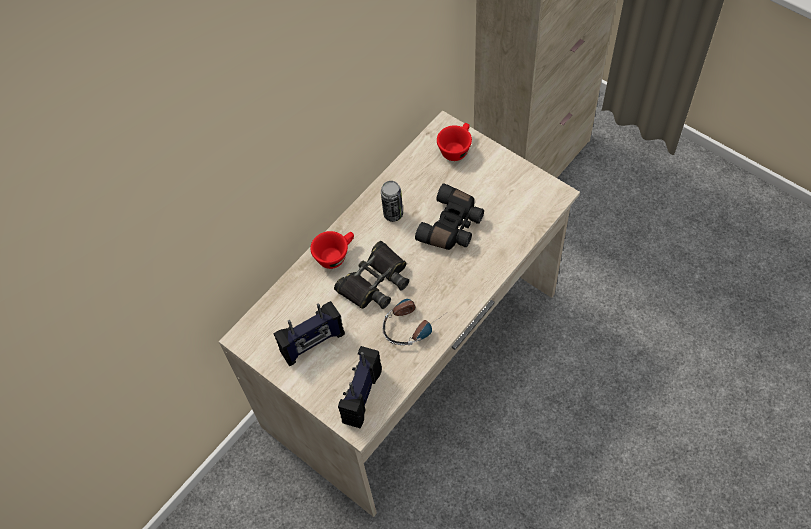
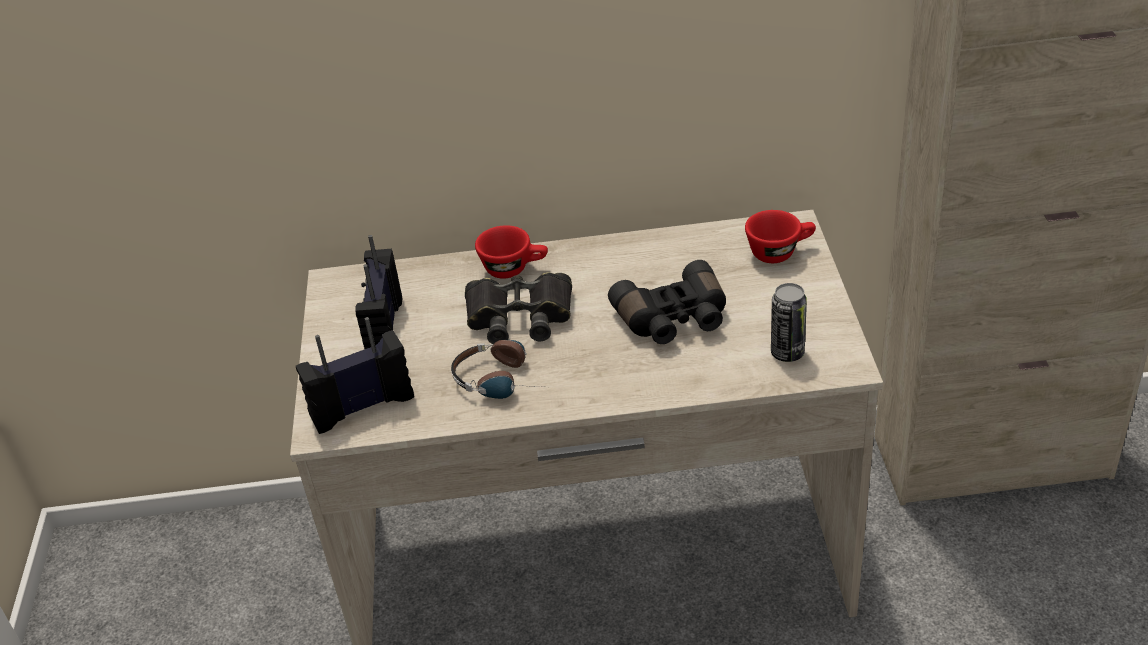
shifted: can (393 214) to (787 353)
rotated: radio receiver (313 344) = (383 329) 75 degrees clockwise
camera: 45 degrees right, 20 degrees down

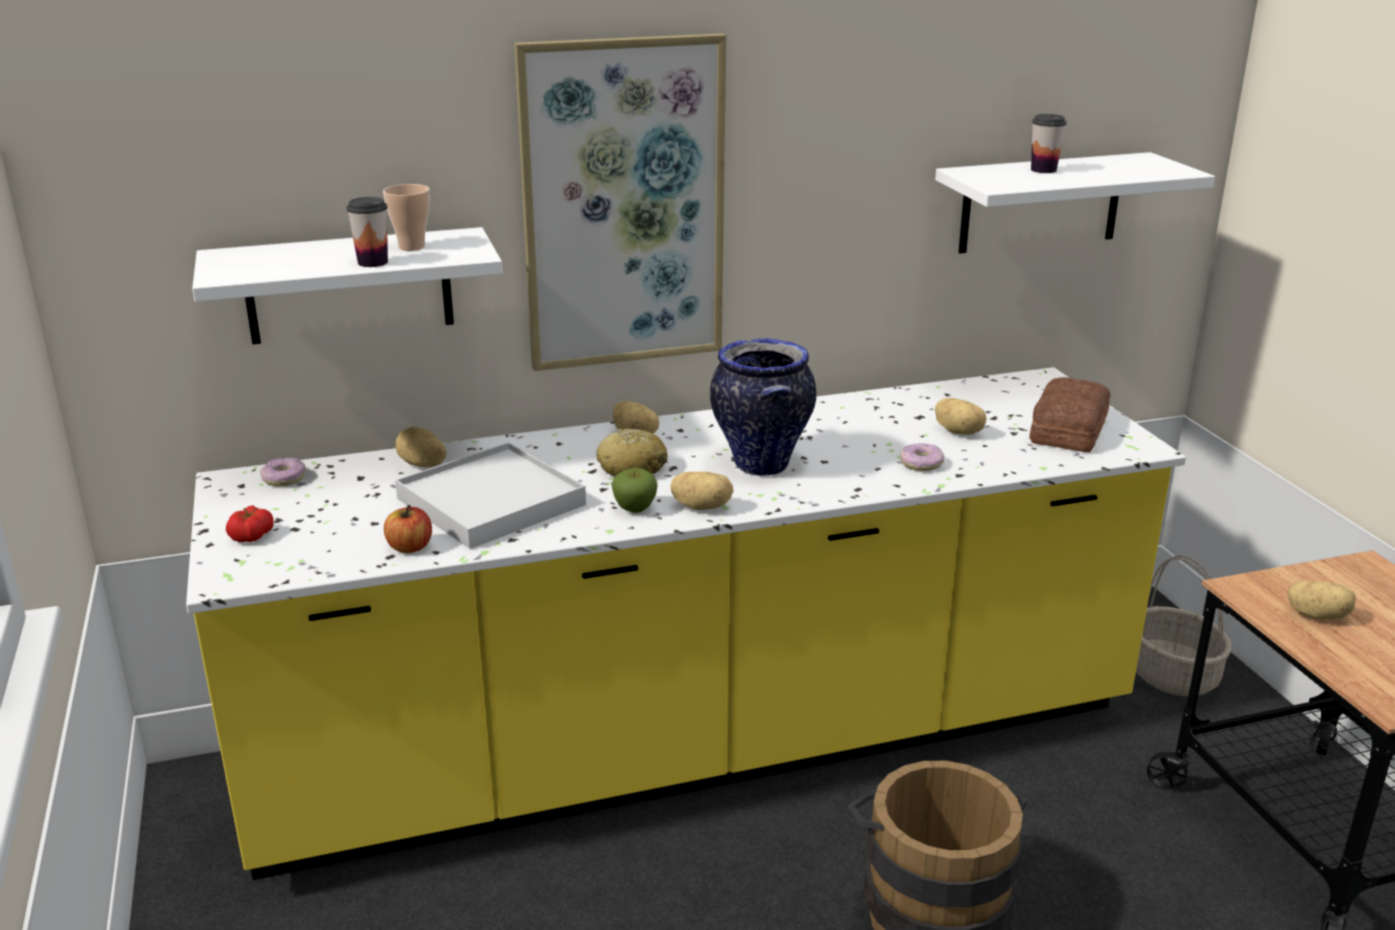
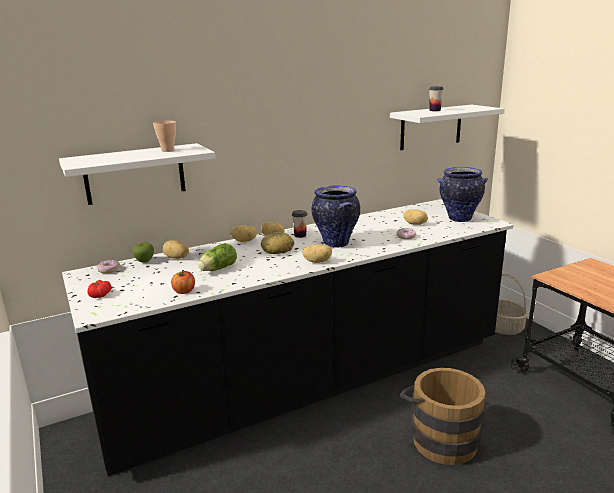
gone: picture (623 205)
shifted: cup (373 262) to (300 235); whole apple (635 509) to (144 261); spud (1317 615) to (244 241)
swapped: tray/white-coloured (491 502) to lettuce (217 269); baked bread (1066 428) to vase (459 219)
repainted: counter/yellow (697 743) to counter/blackish (310 381)
camera: 10 degrees left, 5 degrees down

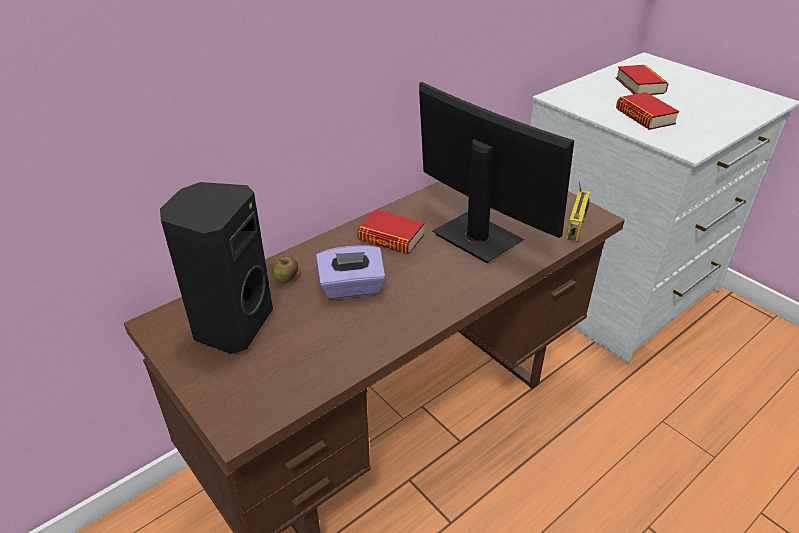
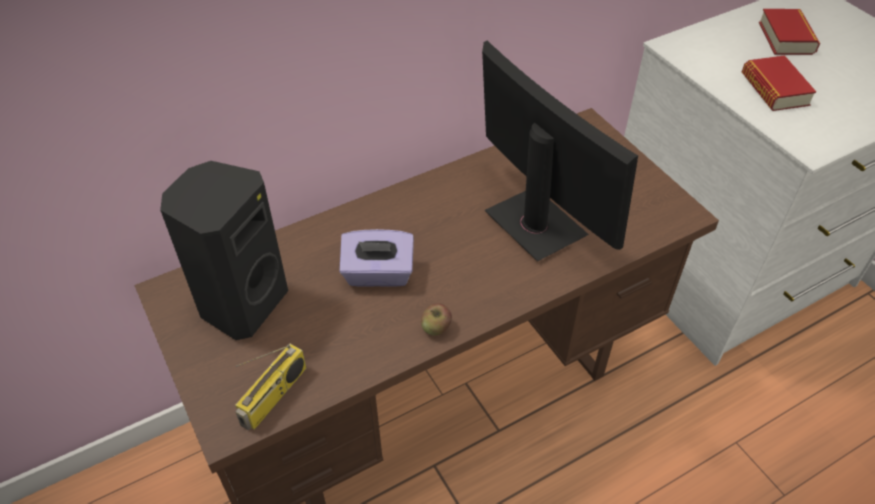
gone: bound book (391 238)
shifted: whole apple (286 278) to (436 328); radio receiver (576 225) to (274 396)
camera: 10 degrees right, 10 degrees up

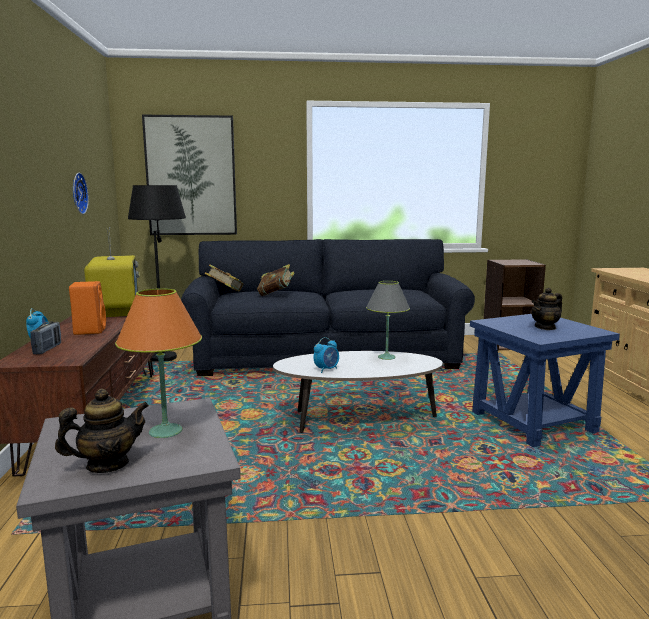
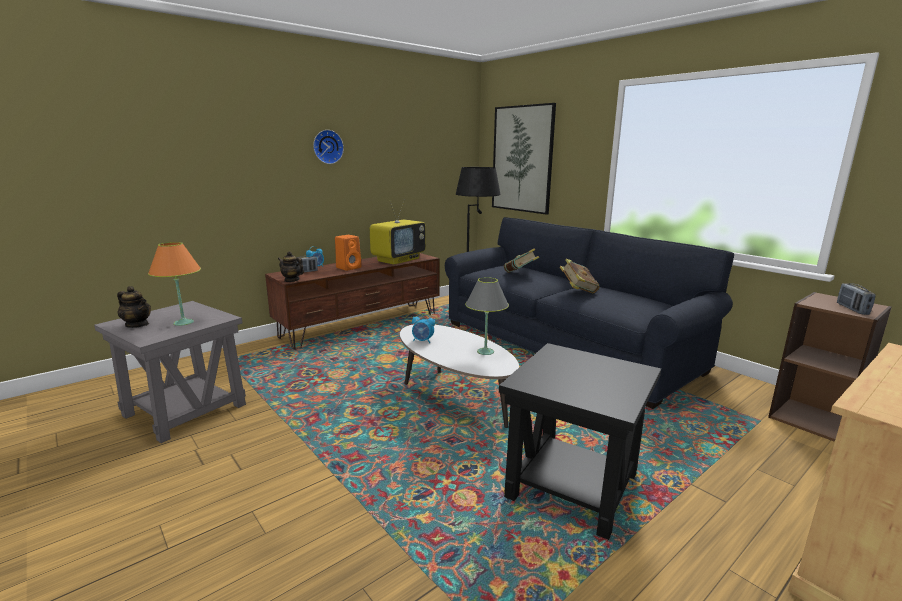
new: radio receiver (852 309)
shifted: clock on the wall (77 193) to (327 147); bound book (225 292) to (578 291); pot for tea (545 327) to (292 280)
repainted: side table/blue-coloured (534 422) to side table/blackish (573 486)
camera: 55 degrees right, 5 degrees up

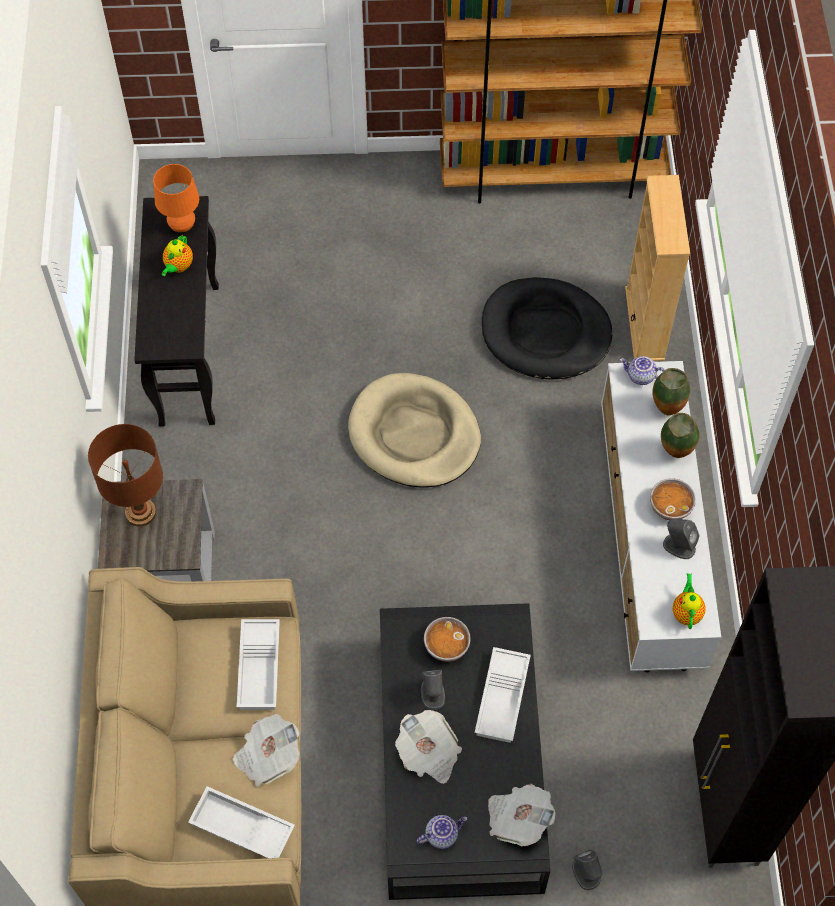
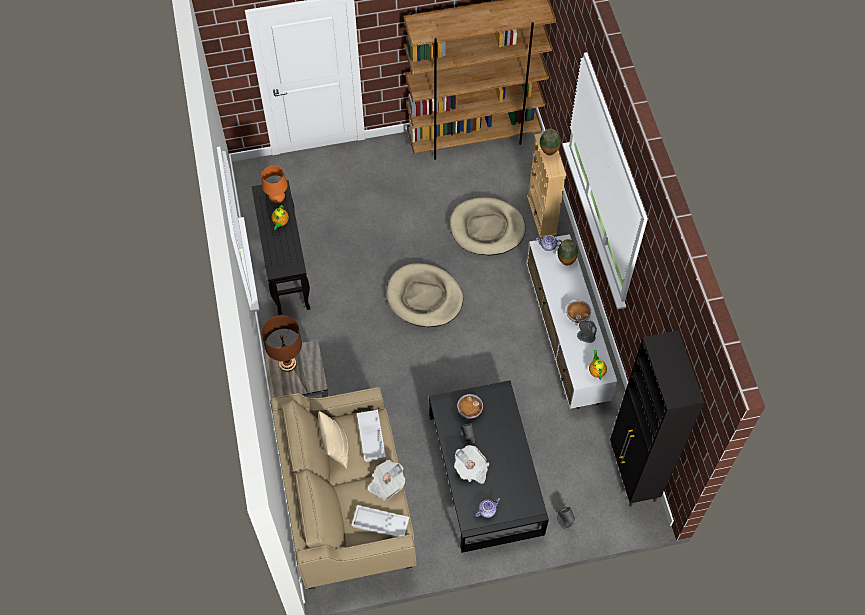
gone: tray/white-coloured (503 699); daily paper (518 819)
new: throw pillow/sand-coloured (335 447)
shifted: vase (675 453) to (548 154)
repainted: dog bed/blackish (545 332) to dog bed/sand-coloured (487 228)
camera: 10 degrees left, 0 degrees up

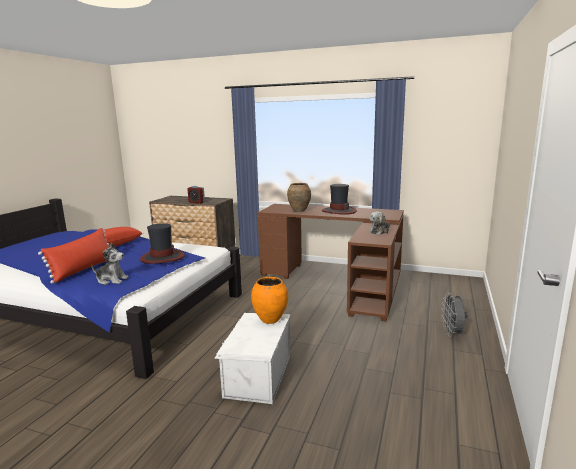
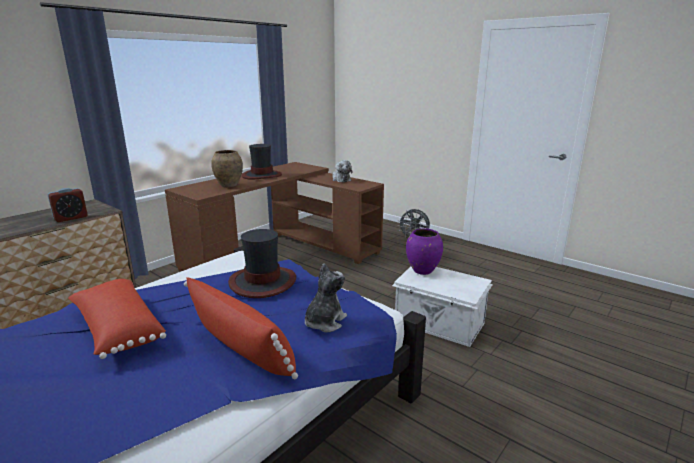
repainted: vase/orange (270 319) to vase/purplish (422 271)
camera: 70 degrees left, 5 degrees up

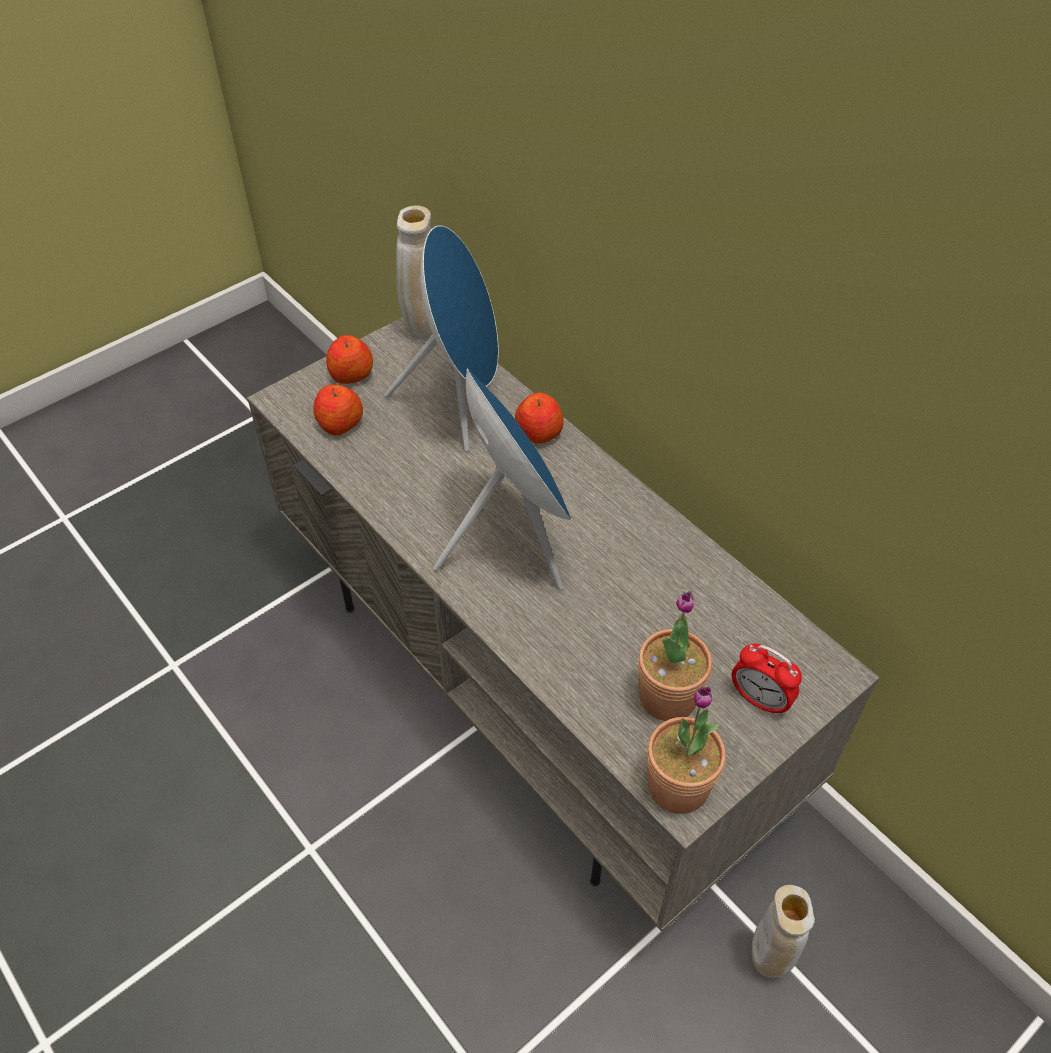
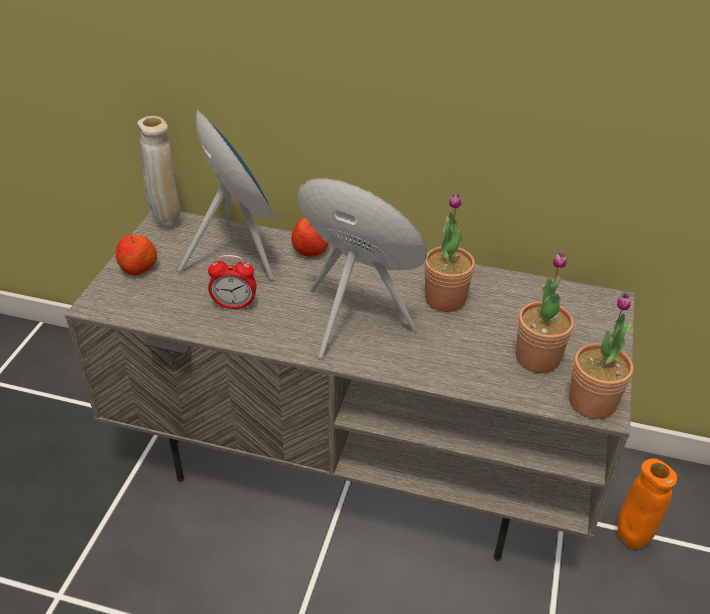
gone: whole apple (340 423)
new: houseplant (445 299)
shifted: bedside clock (759 699) to (234 305)
repainted: vase/sand-coloured (768 960) to vase/orange (631 539)
camera: 35 degrees left, 10 degrees down

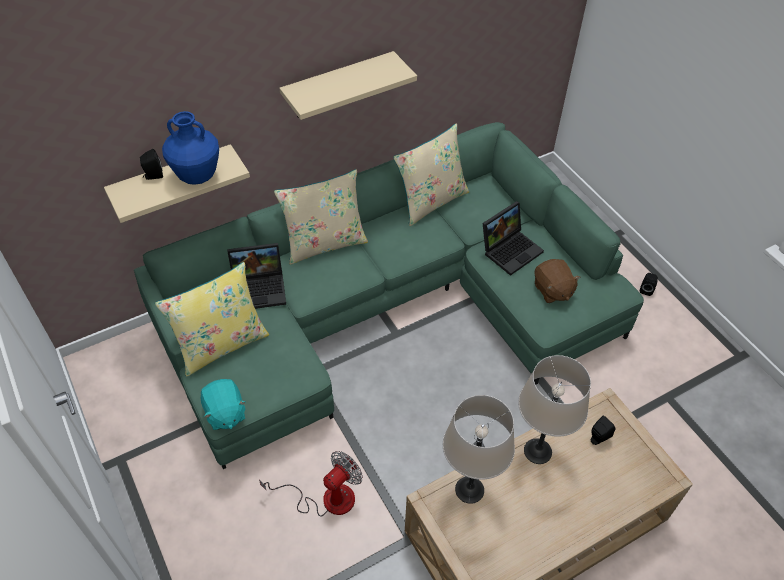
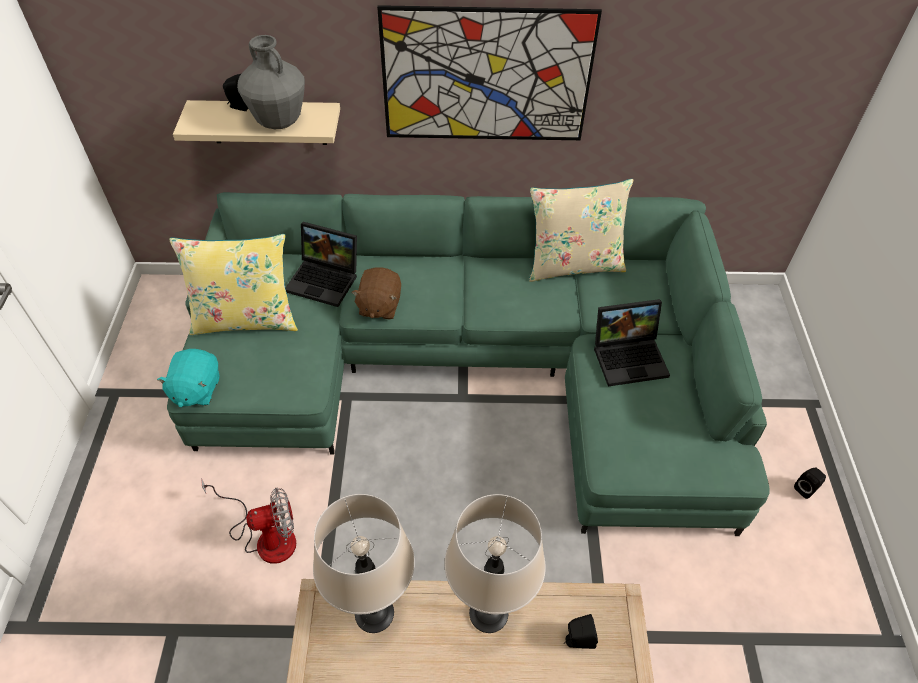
gone: throw pillow/sand-coloured (324 243)
shifted: plush toy/brown-coloured (552 290) to (379 306)
swapped: bracket shelf/sand-coloured (338 86) to picture (486 77)
repainted: vase/blue-coloured (197 176) to vase/greyish (278 122)
camera: 30 degrees right, 0 degrees up

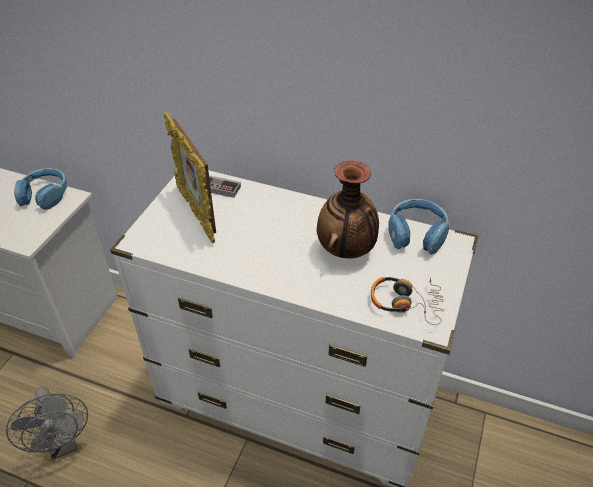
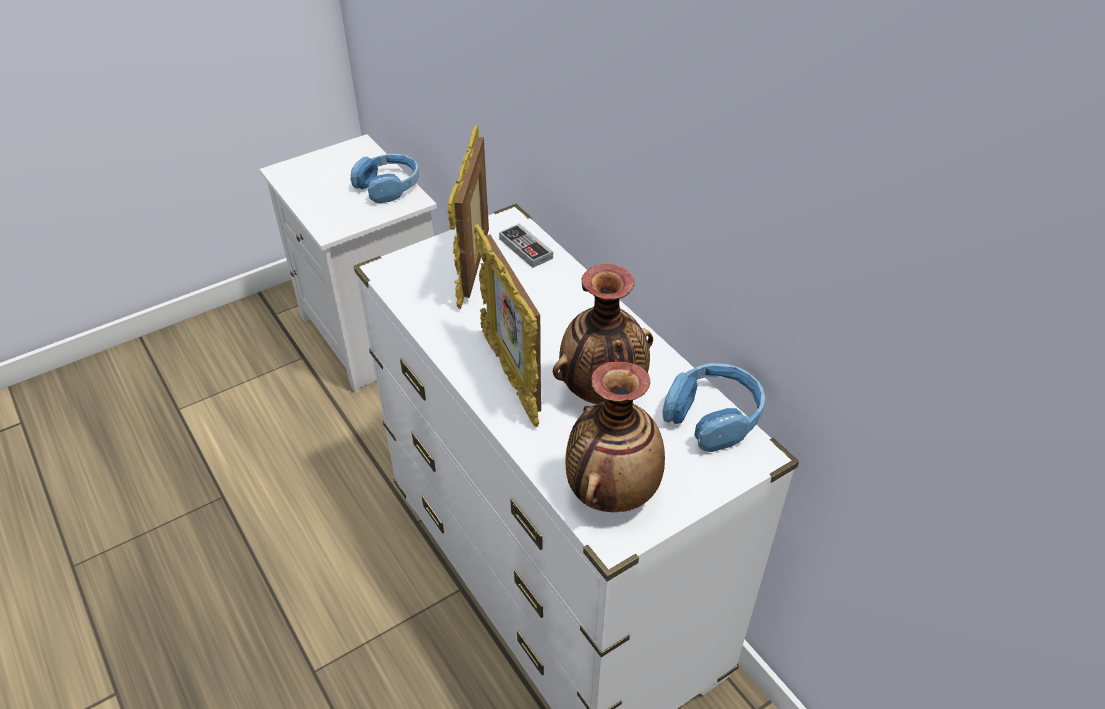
gone: electric fan/greyish (63 444)
new: standing frame (511 377)
swapped: pair of headphones (406 303) to vase (611 490)
camera: 35 degrees right, 0 degrees up

